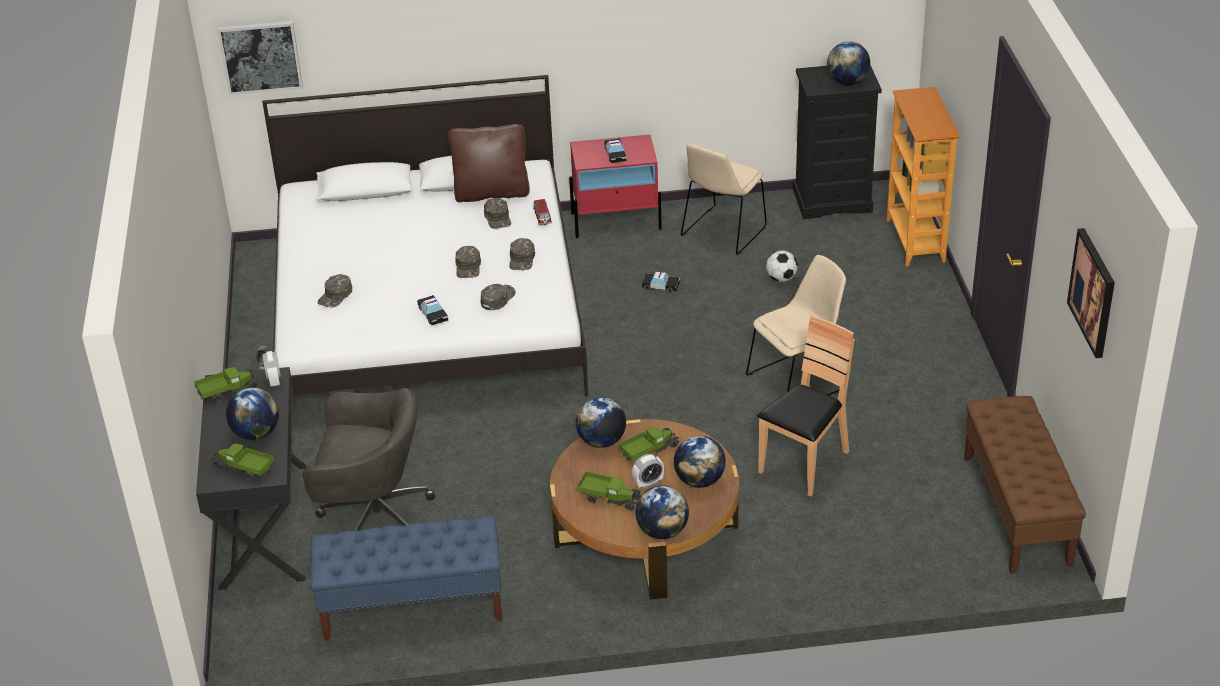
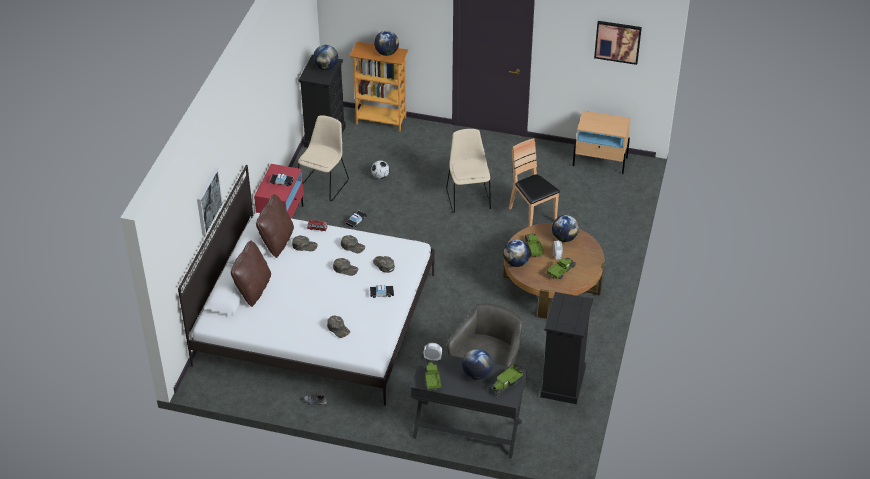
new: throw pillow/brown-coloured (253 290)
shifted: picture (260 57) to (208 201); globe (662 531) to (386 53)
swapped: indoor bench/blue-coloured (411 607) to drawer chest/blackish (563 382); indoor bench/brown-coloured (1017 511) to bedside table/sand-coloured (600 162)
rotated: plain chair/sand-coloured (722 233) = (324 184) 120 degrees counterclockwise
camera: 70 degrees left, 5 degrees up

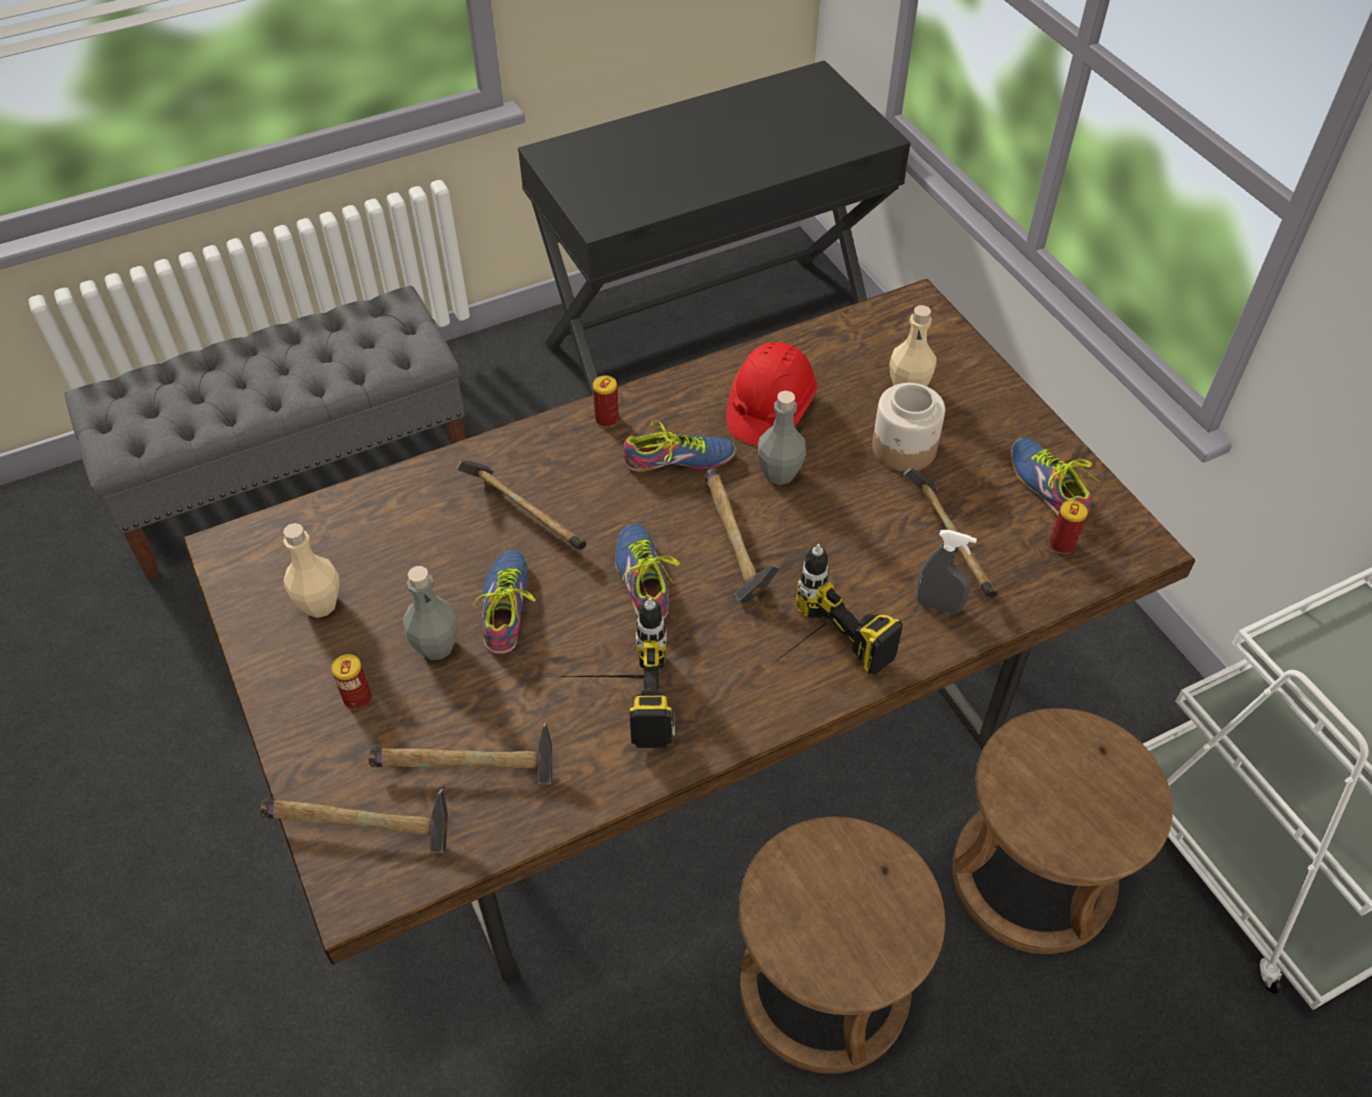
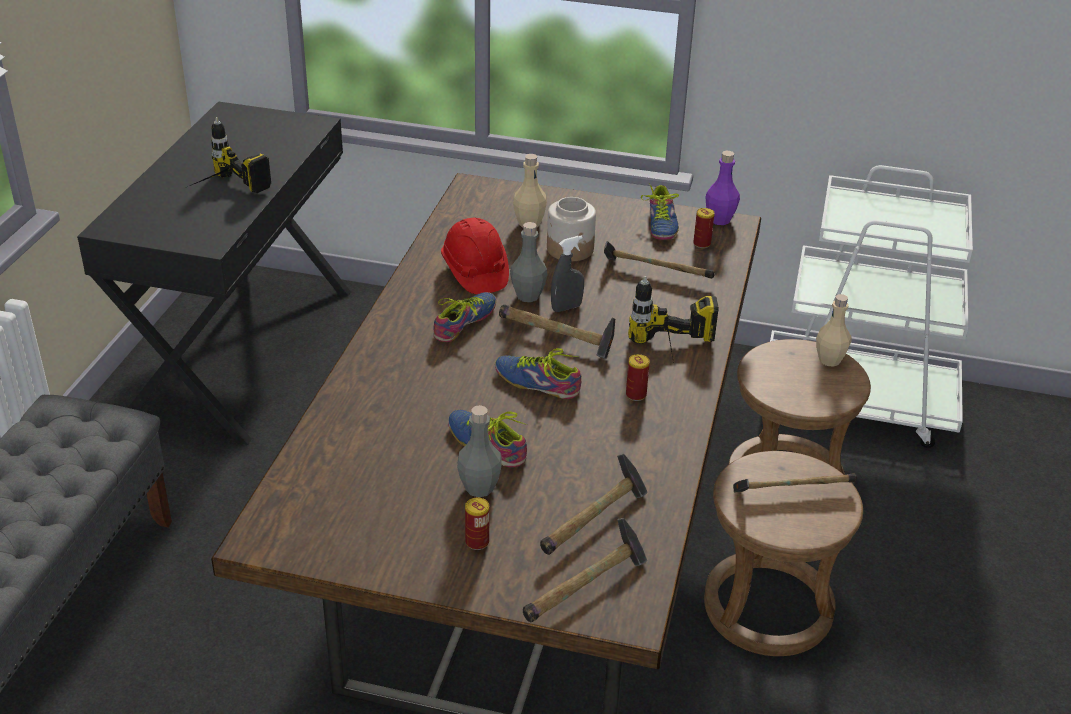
new: beverage bottle/purplish (719 220)
shifted: beverage bottle/sand-coloured (320 604) to (829 360); hammer (523 514) to (789 493); power drill (609 699) to (221 192); can (607 419) to (636 395); hand sprayer/greyish (938 605) to (566 308)
rotated: item of footwear (1050 484) = (659 224) 105 degrees counterclockwise
camera: 50 degrees left, 15 degrees down

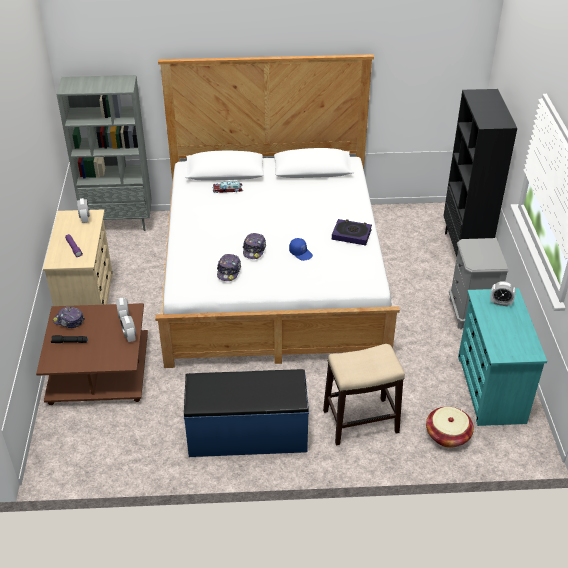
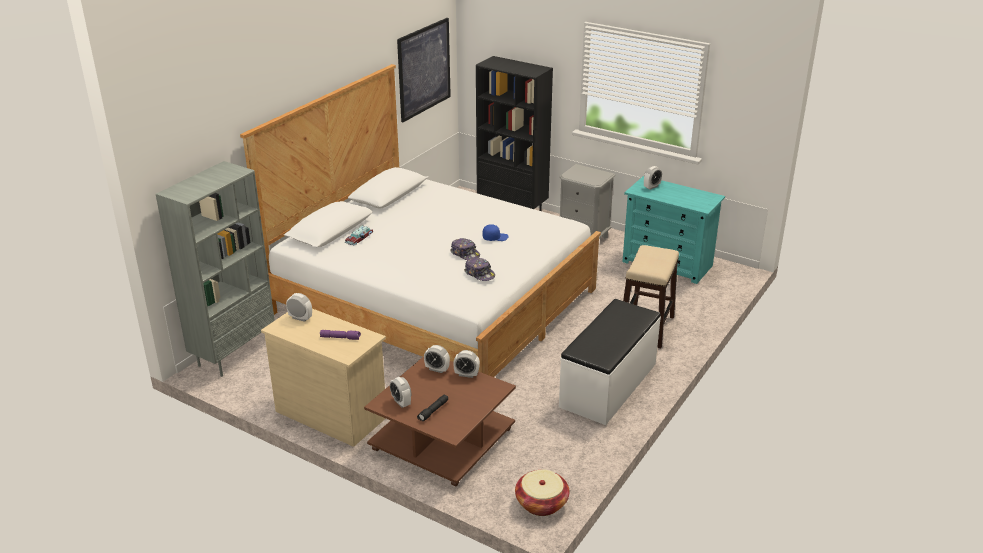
gone: bound book (351 234)
new: picture (424 69)
shifted: household basket (447 435) to (541 503)
swapped: cap (69 321) to bedside clock (401 402)
repainted: indoor bench/blue-coloured (247 434) to indoor bench/white-coloured (609 385)
camera: 55 degrees left, 10 degrees down

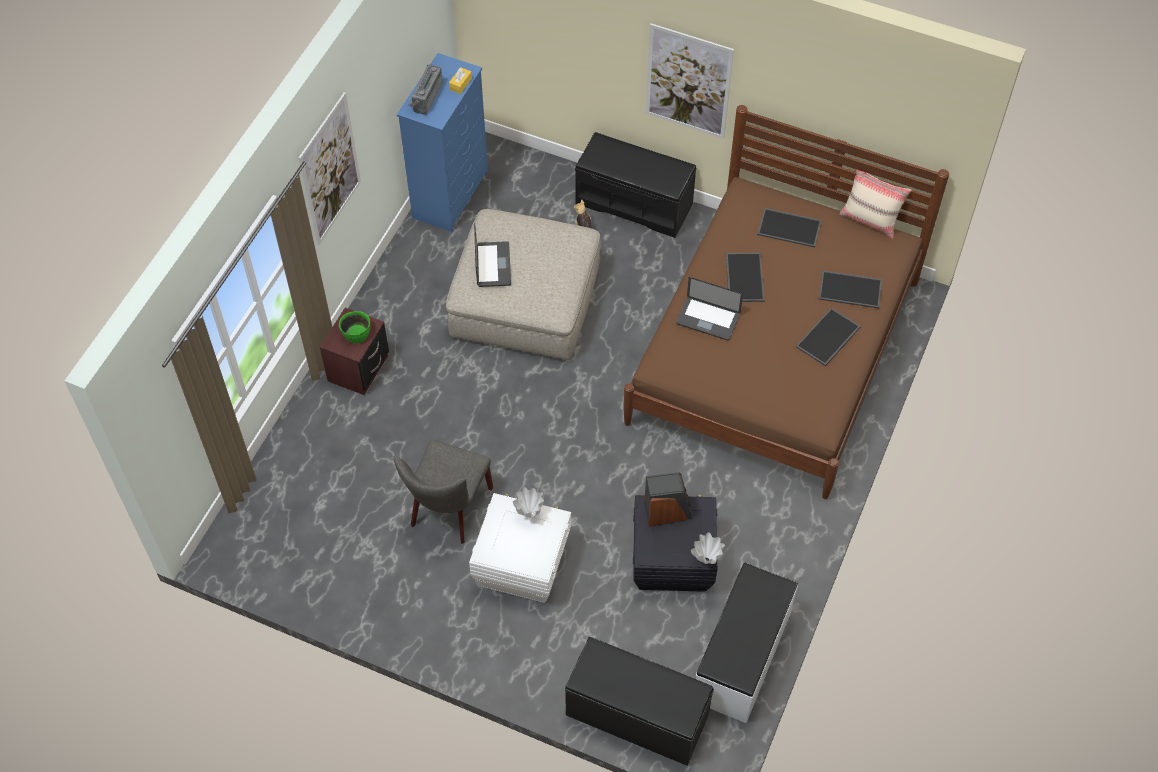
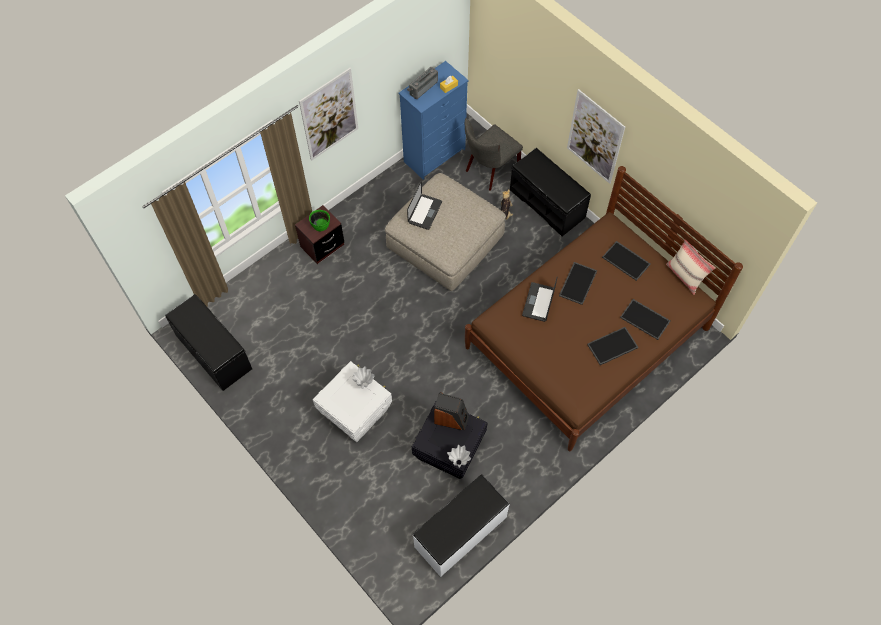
shifted: plain chair/greyish (448 511) to (489 170); indoor bench/blackish (636 716) to (213 352)
rotated: notebook computer (707 319) = (538 302) 60 degrees clockwise
camera: 25 degrees right, 5 degrees up

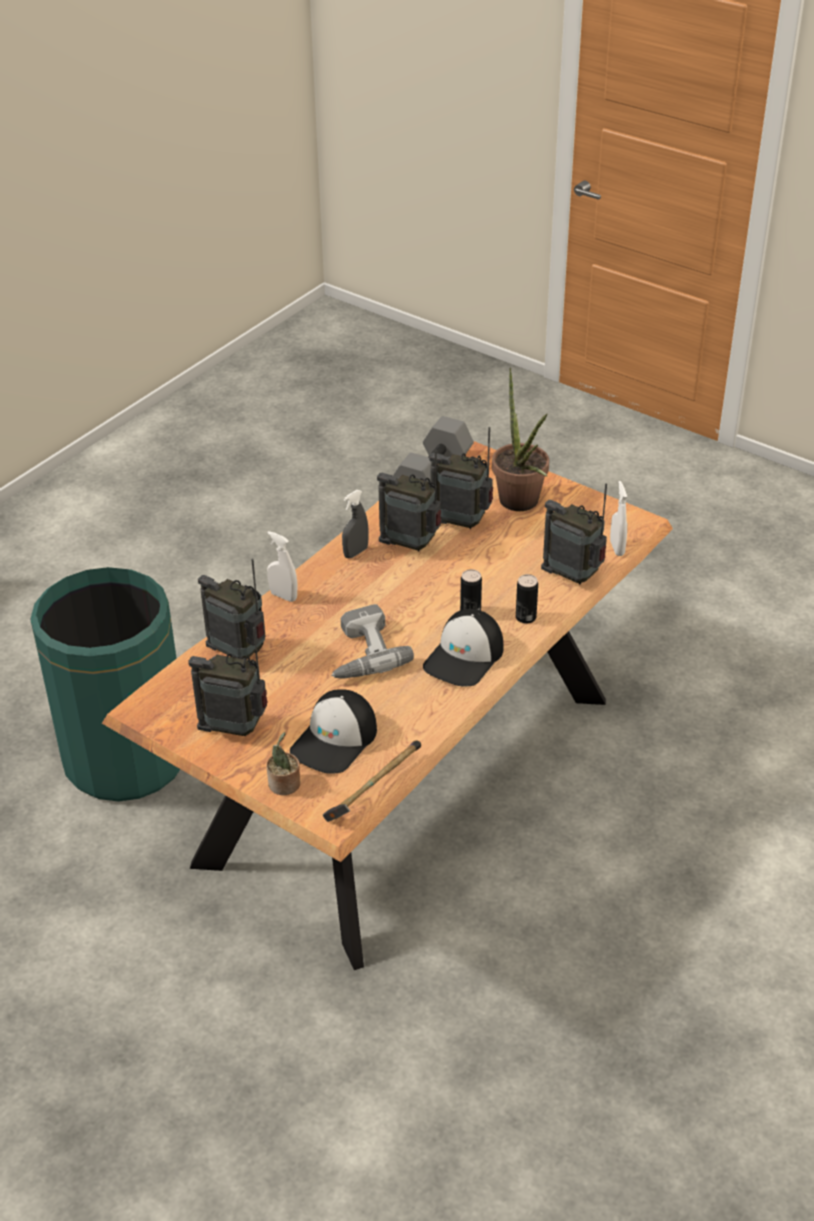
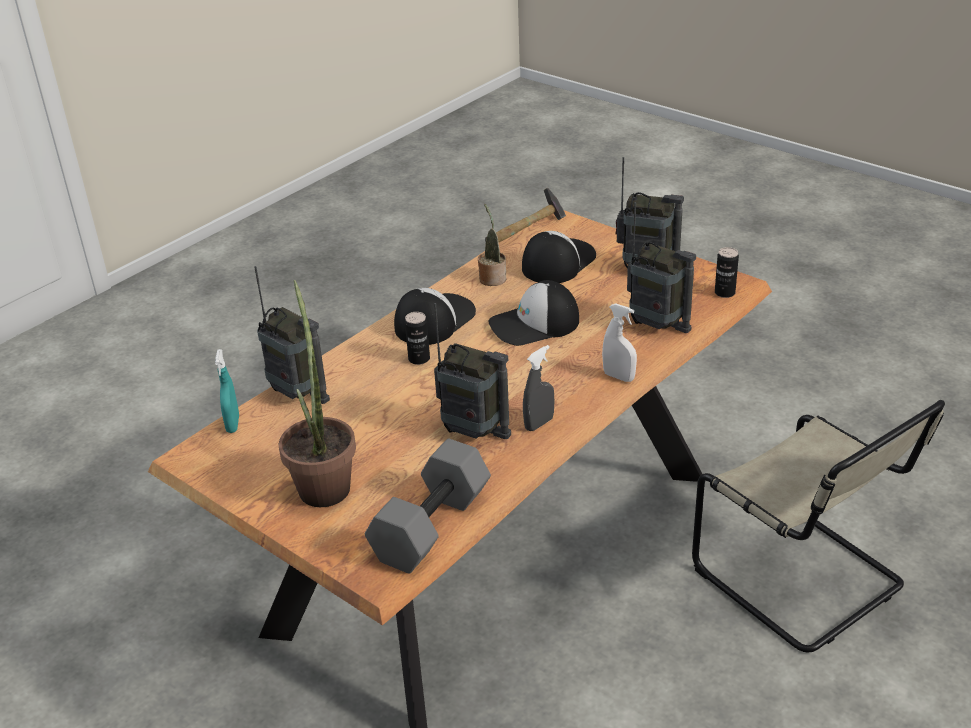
gone: radio receiver (461 523)
shifted: houseplant (284 785) to (492 278); can (525 617) to (724 293)
swapped: waste bin/green (126 757) to plain chair/sand-coloured (803 581); power drill (361 653) to cap (534 324)
repainted: hand sprayer/white-coloured (617 548) to hand sprayer/blue-green (233 424)
camera: 175 degrees left, 5 degrees down

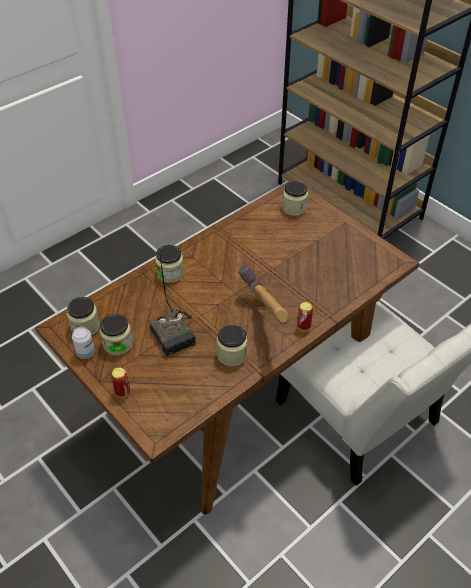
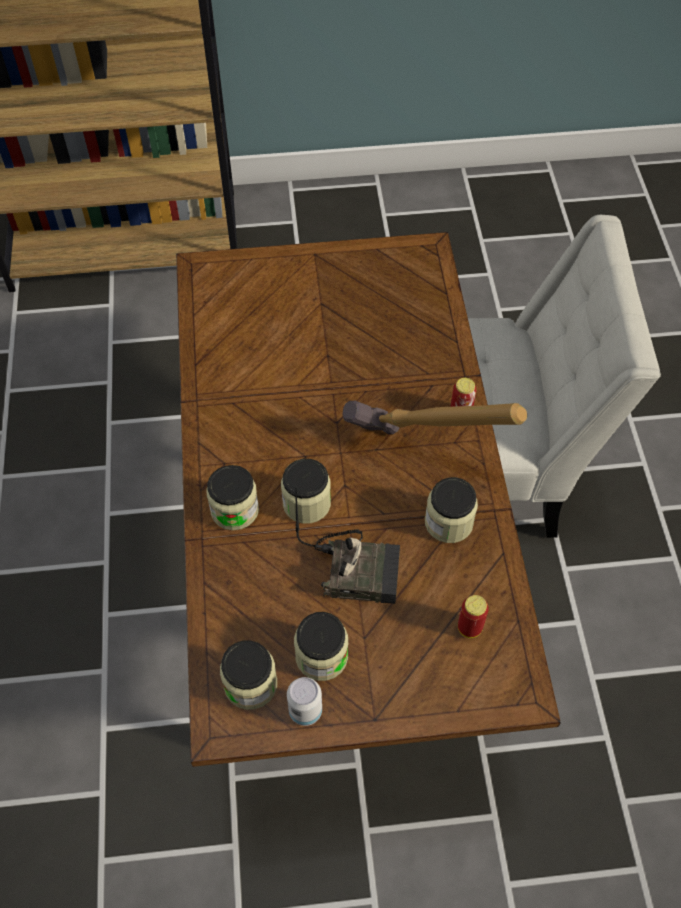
shifted: can (122 392) to (469 627); jar (294 208) to (306 503)
camera: 55 degrees left, 10 degrees up

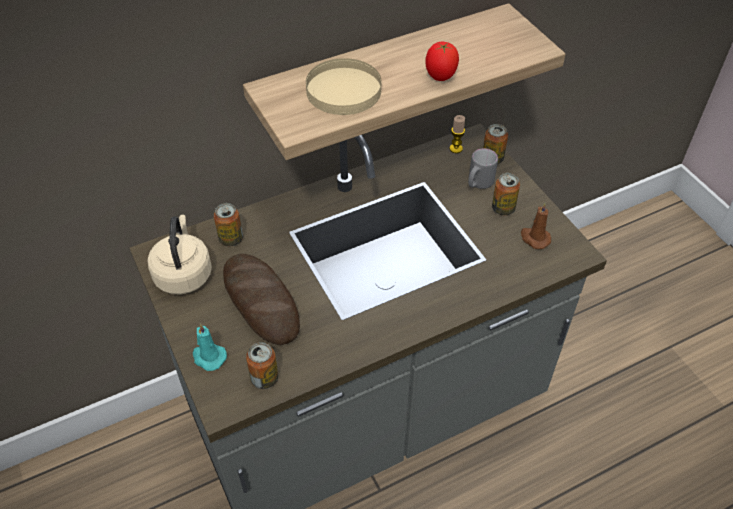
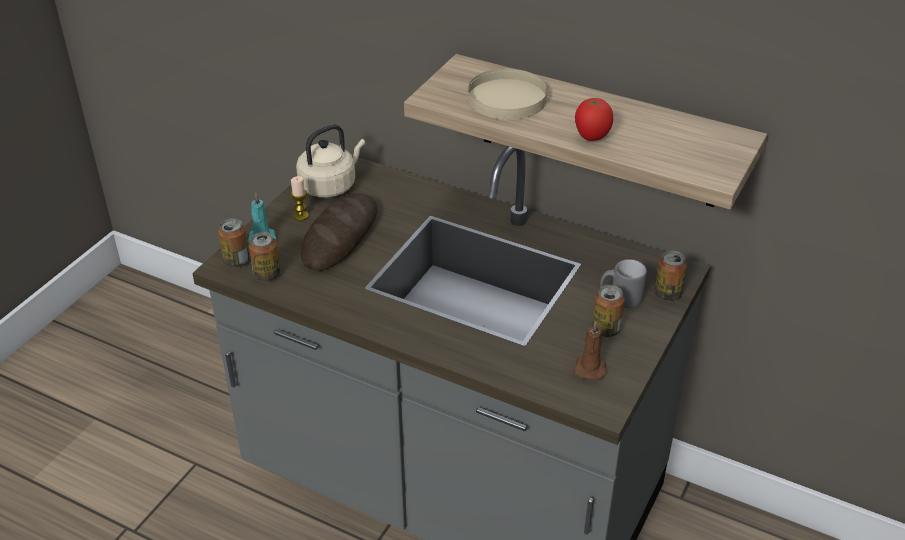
shifted: can (231 239) to (236 261); candle (456 148) to (301 216)
camera: 55 degrees right, 10 degrees down

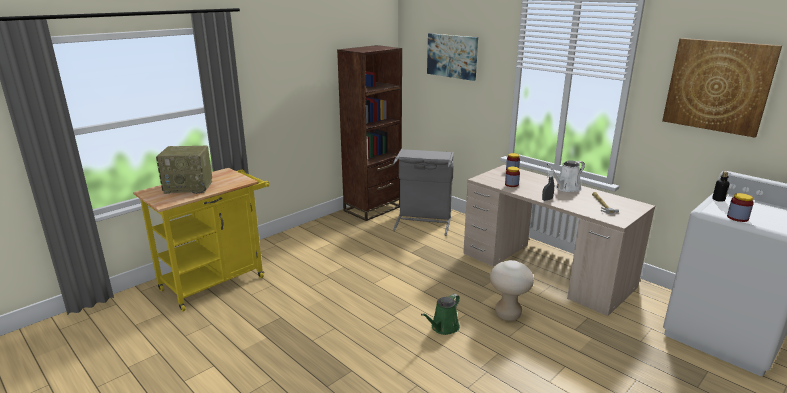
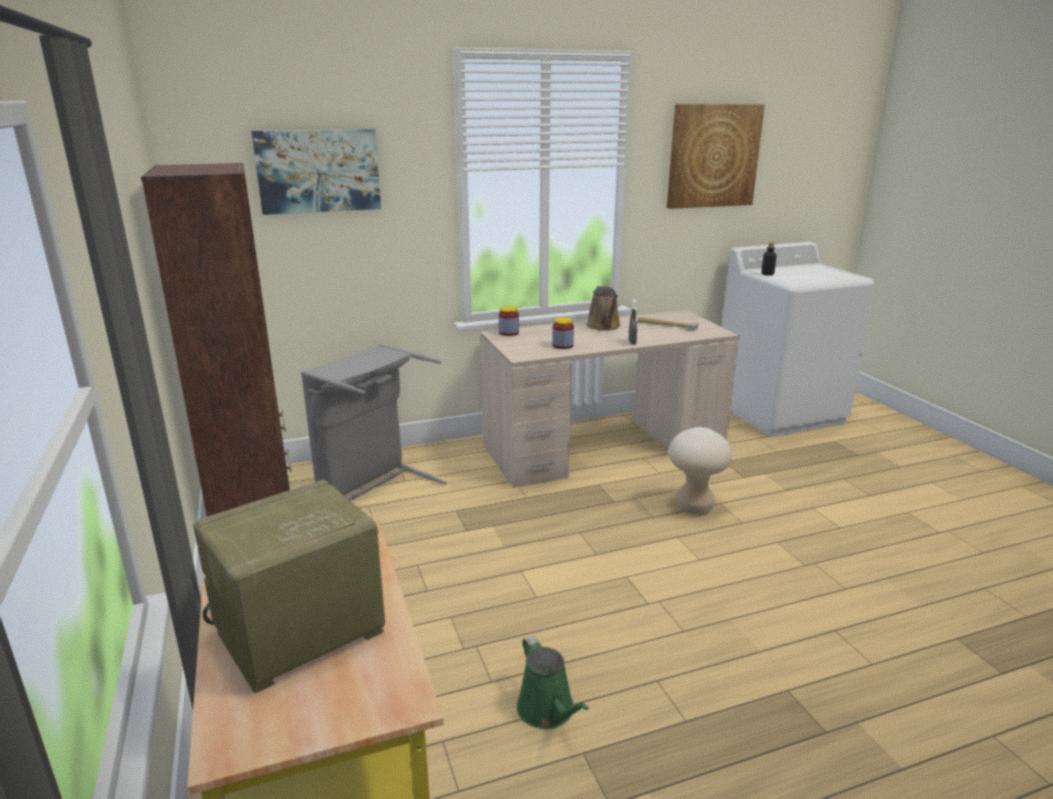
gone: jar (737 218)
shifted: sprinkling can/green (443 328) to (548 711)
repainted: sprinkling can/white-coloured (566 188) to sprinkling can/brown-coloured (604 326)
rotated: radio receiver (189 187) = (298 635) 150 degrees counterclockwise
camera: 65 degrees left, 0 degrees up

